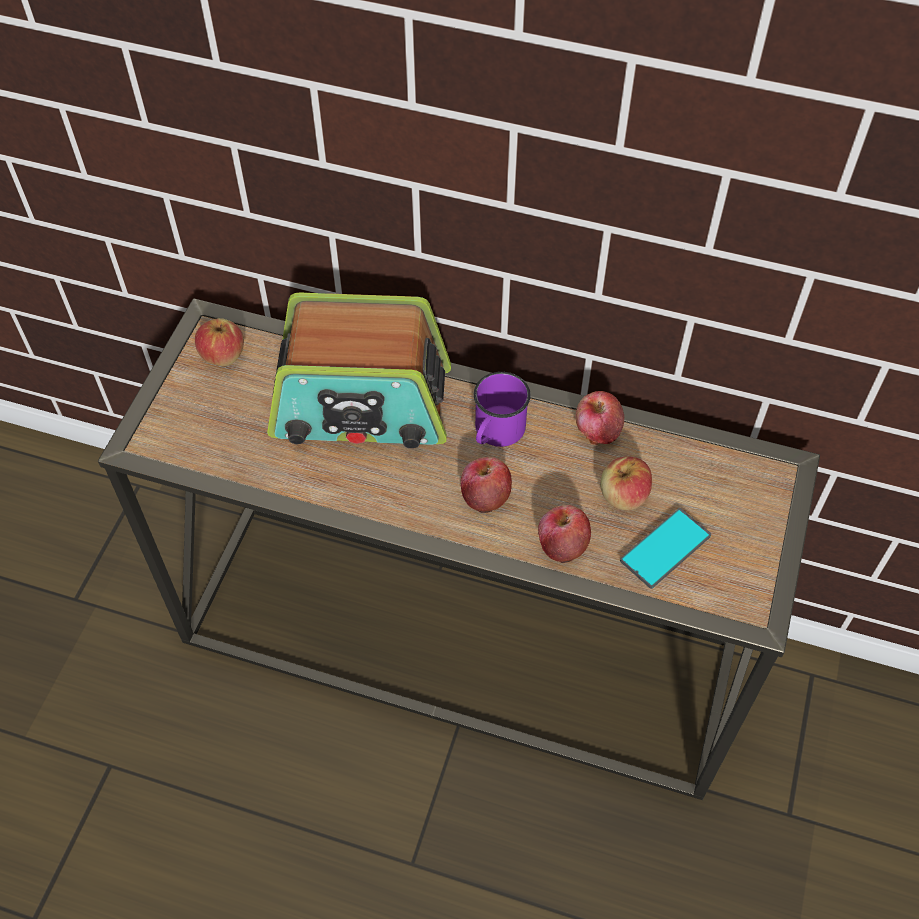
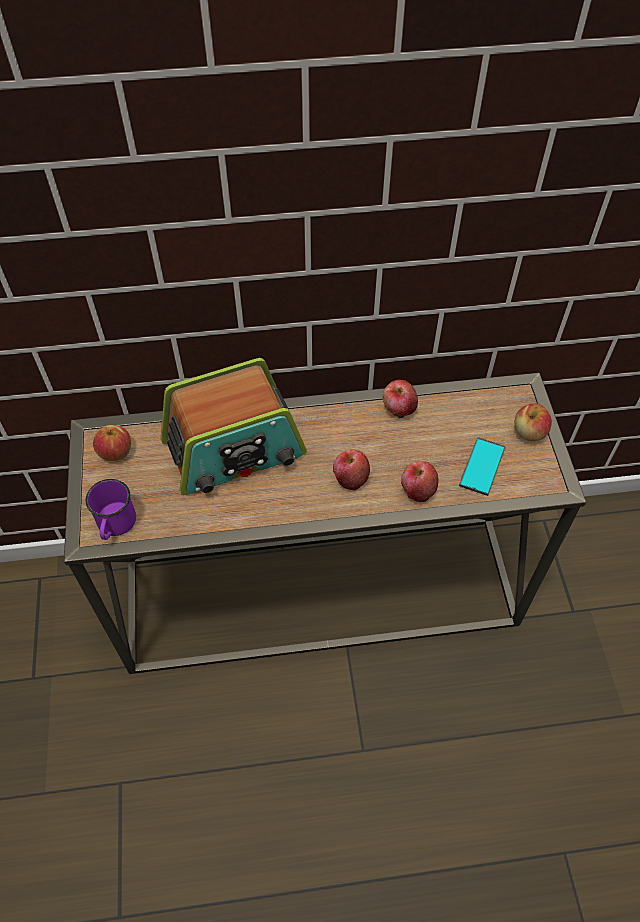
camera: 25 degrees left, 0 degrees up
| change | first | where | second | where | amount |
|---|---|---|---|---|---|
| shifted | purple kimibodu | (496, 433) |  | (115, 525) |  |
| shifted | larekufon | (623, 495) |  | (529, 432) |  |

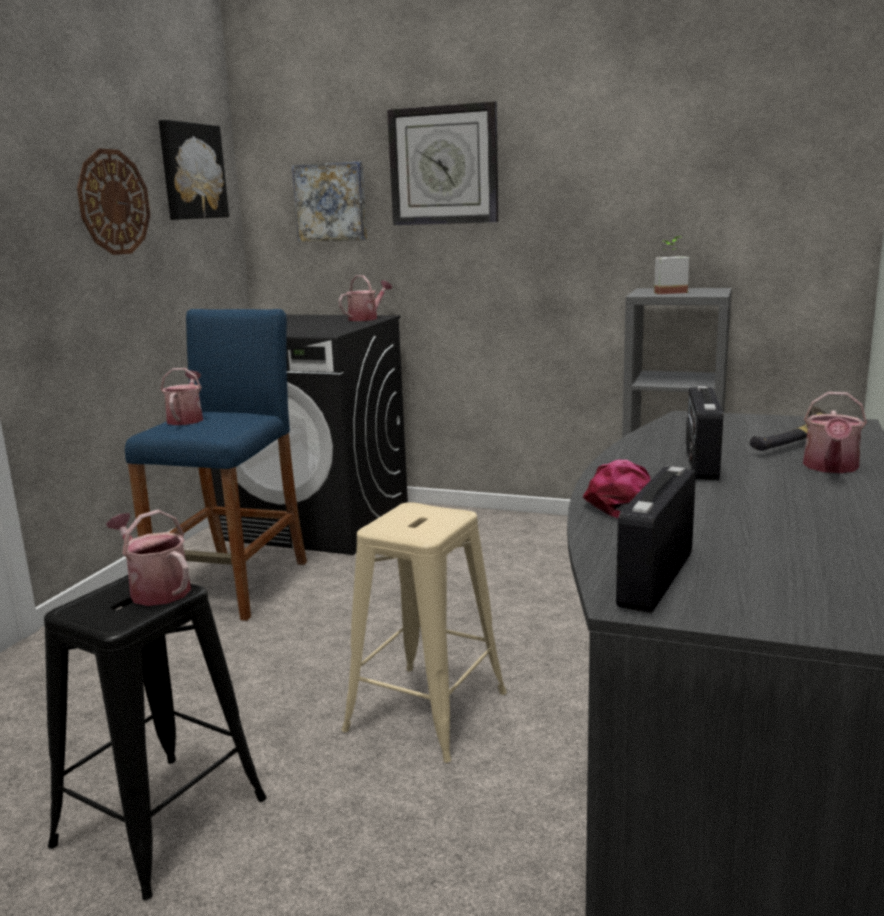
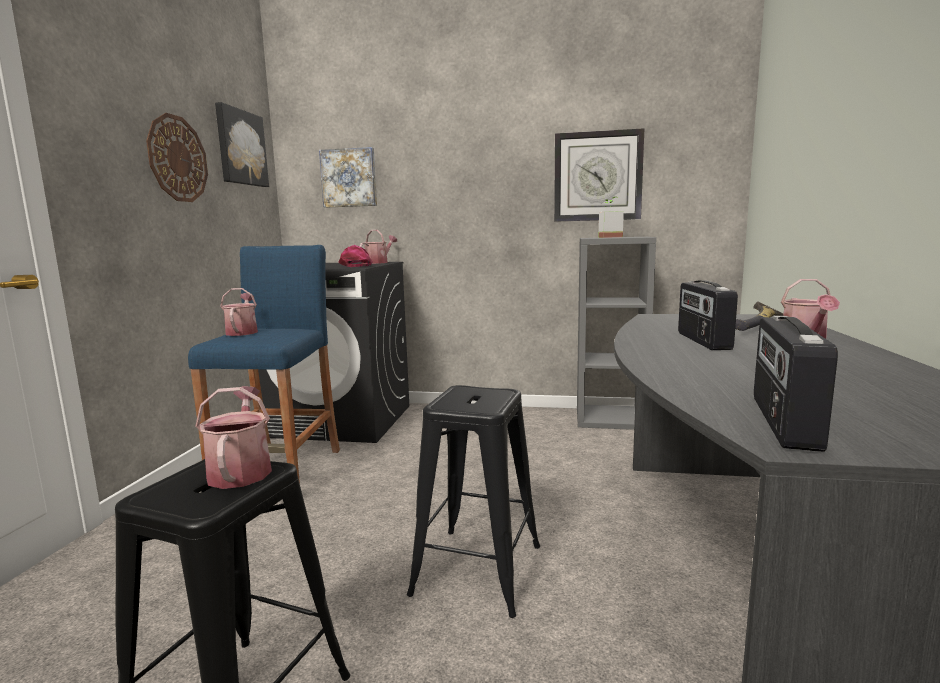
camera: 10 degrees left, 5 degrees down
| change | first | where | second | where | amount |
|---|---|---|---|---|---|
| shifted | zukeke | (444, 166) |  | (597, 176) |  |
| shifted | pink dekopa | (621, 503) |  | (357, 266) |  |
| repainted | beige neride | (426, 712) | black neride | (477, 570) |  |
| rotated | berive | (155, 590) |  | (241, 470) | 45 degrees clockwise |

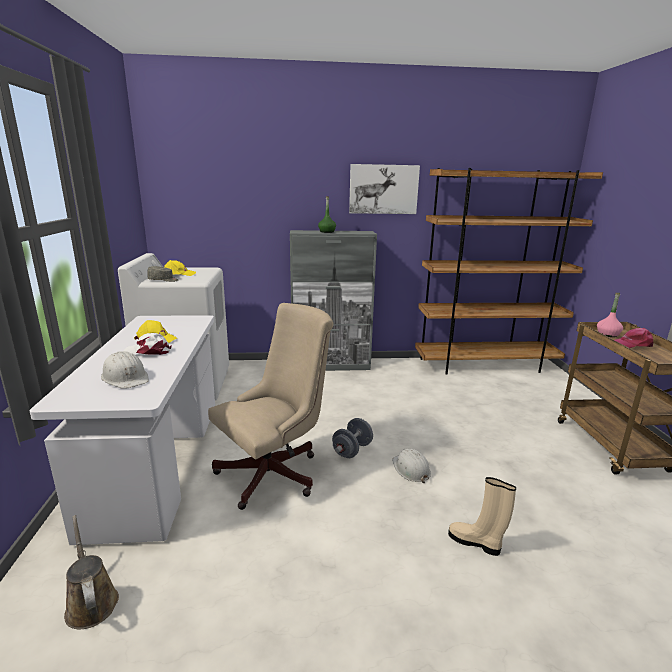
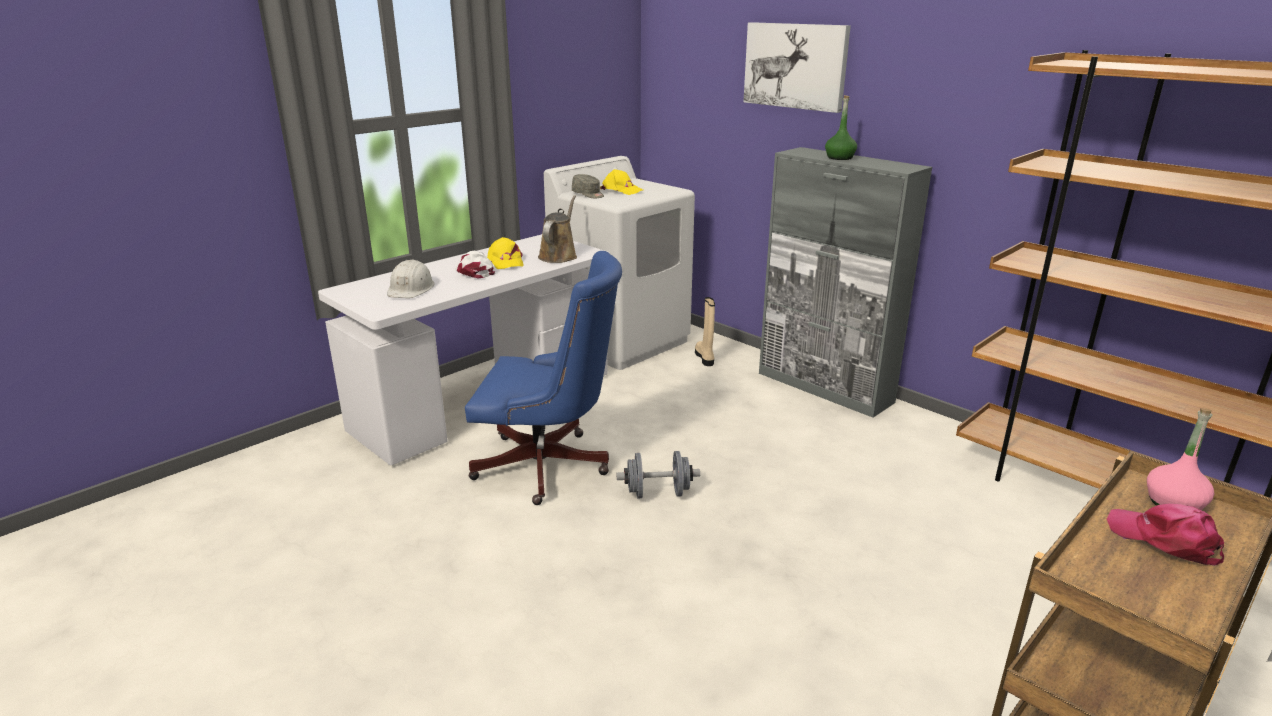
camera: 50 degrees right, 5 degrees up
| change | first | where | second | where | amount |
|---|---|---|---|---|---|
| shifted | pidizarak | (383, 189) |  | (795, 66) |  |
| repainted | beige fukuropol | (275, 472) | blue fukuropol | (549, 467) |  |
| gone | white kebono | (411, 469) |  |  |  |
| shifted | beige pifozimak | (475, 542) |  | (705, 357) |  |
| shifted | brown berive | (91, 602) |  | (559, 255) |  |

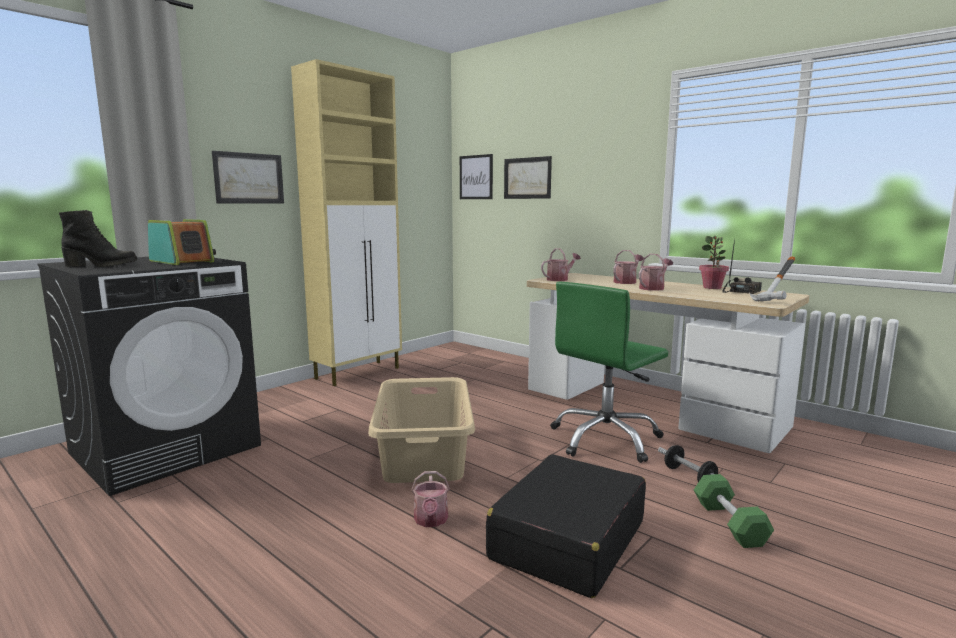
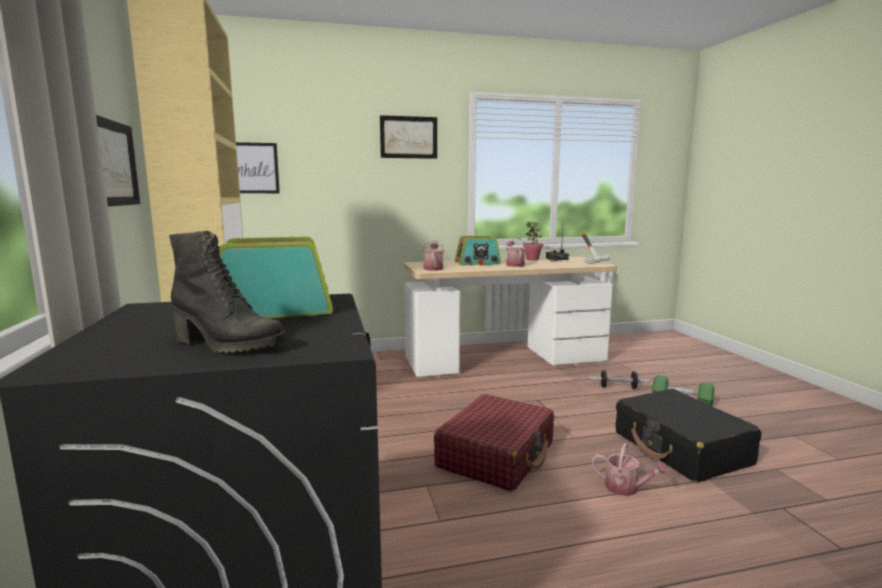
camera: 55 degrees left, 0 degrees up
| change | first | where | second | where | amount |
|---|---|---|---|---|---|
| shifted | pidizarak | (527, 178) |  | (408, 137) |  |
| rotated | black pifozimak | (101, 265) |  | (227, 345) | 90 degrees clockwise |
| swapped | berive | (626, 282) | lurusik | (477, 263) |  |
| gone | green fukuropol | (606, 439) |  |  |  |
| swapped | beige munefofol | (425, 454) | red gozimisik | (496, 455) |  |

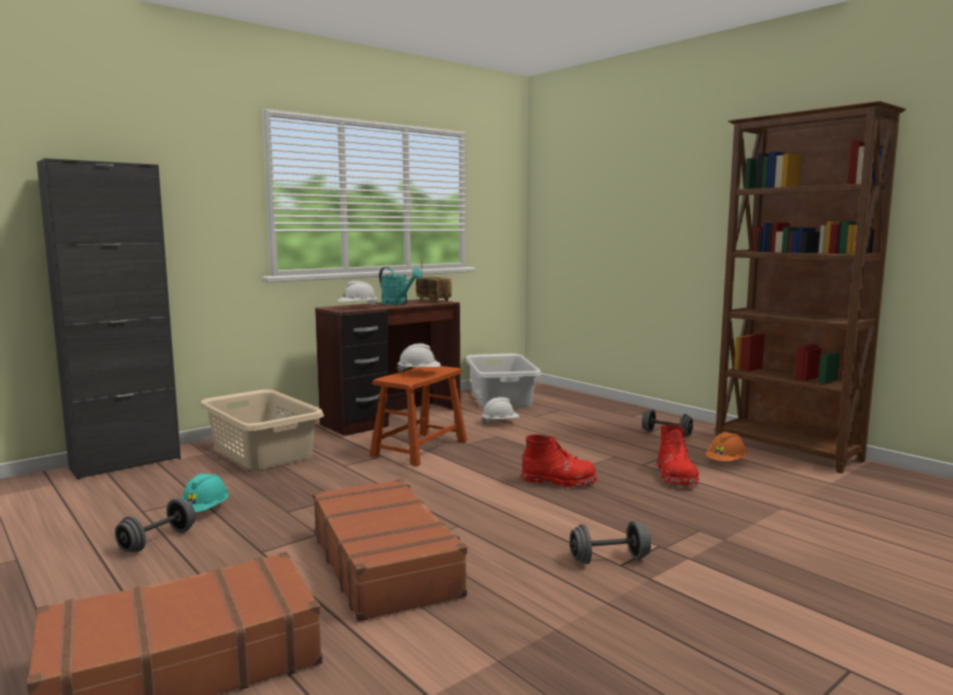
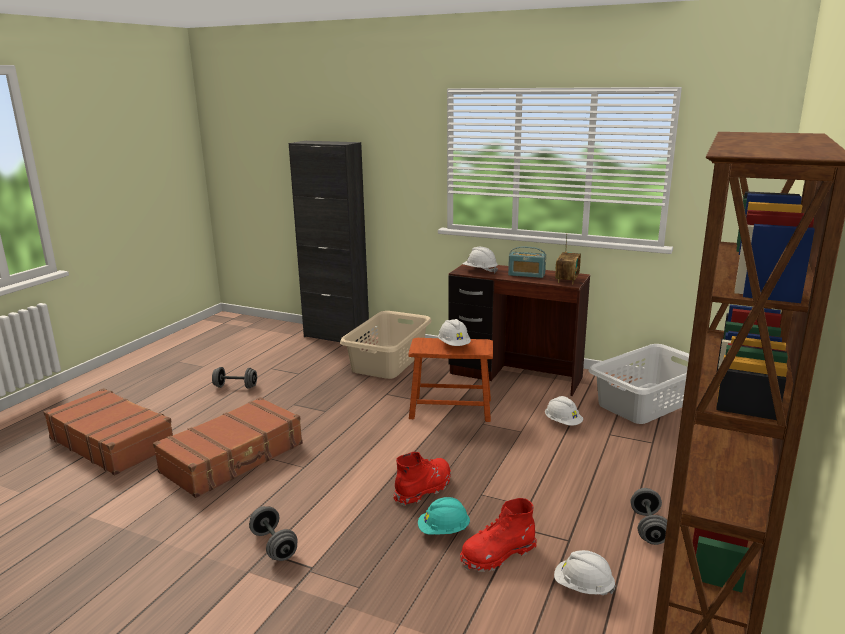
camera: 65 degrees right, 10 degrees up
| change | first | where | second | where | amount |
|---|---|---|---|---|---|
| swapped | turquoise berive | (398, 304) | lurusik | (526, 274) |  |
| repainted | orange kebono | (726, 463) | white kebono | (583, 587) |  |
| rotated | red pifozimak | (559, 482) |  | (424, 489) | 120 degrees counterclockwise |
| shifted | turquoise kebono | (204, 511) |  | (443, 530) |  |

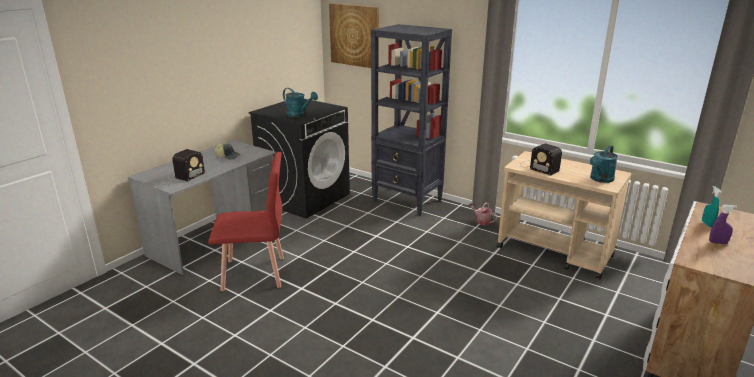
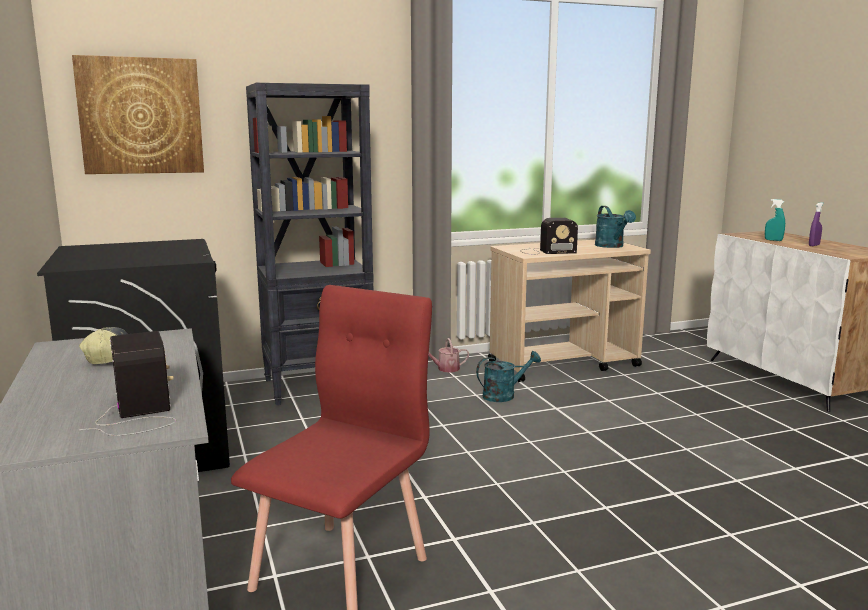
camera: 55 degrees left, 10 degrees down
| change | first | where | second | where | amount |
|---|---|---|---|---|---|
| shifted | turquoise berive | (299, 115) |  | (504, 395) |  |

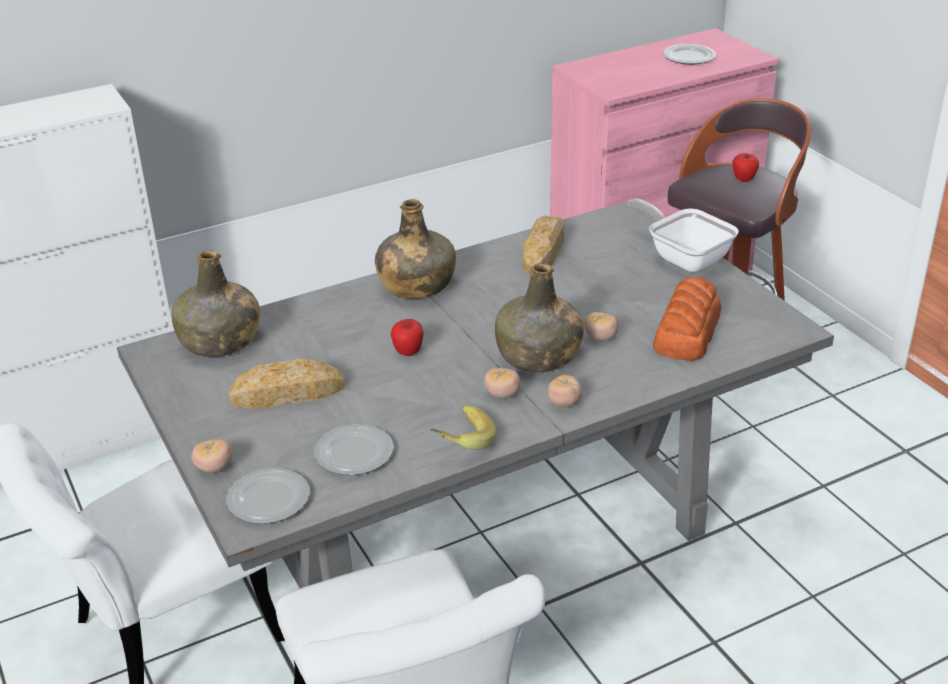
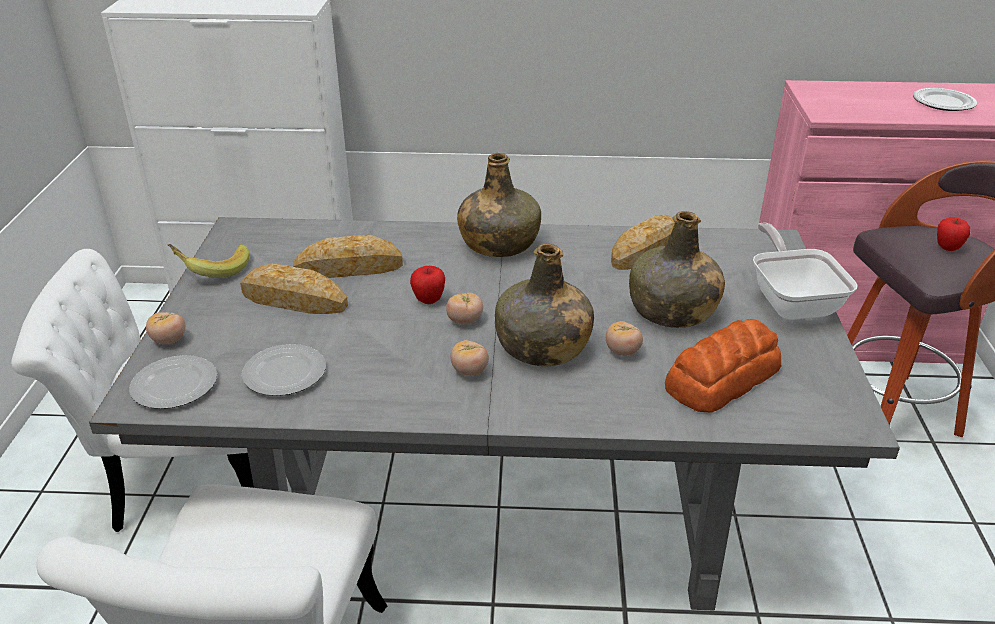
camera: 30 degrees right, 0 degrees up
| change | first | where | second | where | amount |
|---|---|---|---|---|---|
| shifted | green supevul | (220, 341) |  | (672, 311) |  |
| shifted | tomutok | (564, 403) |  | (465, 321) |  |
| shifted | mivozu | (460, 442) |  | (213, 269) |  |
| new |  |  | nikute | (349, 267) |  |

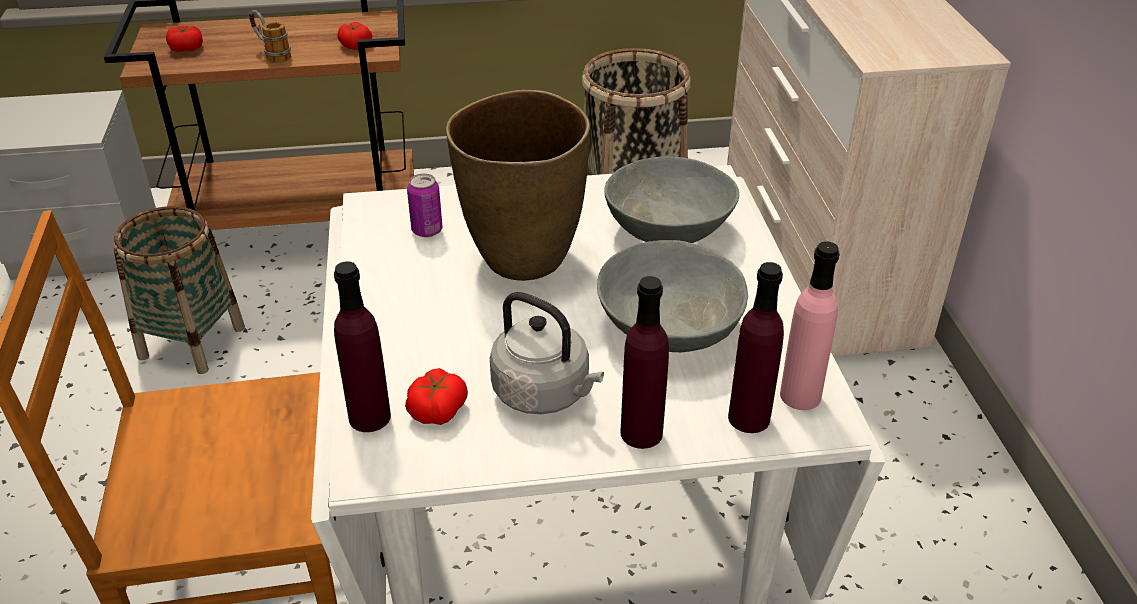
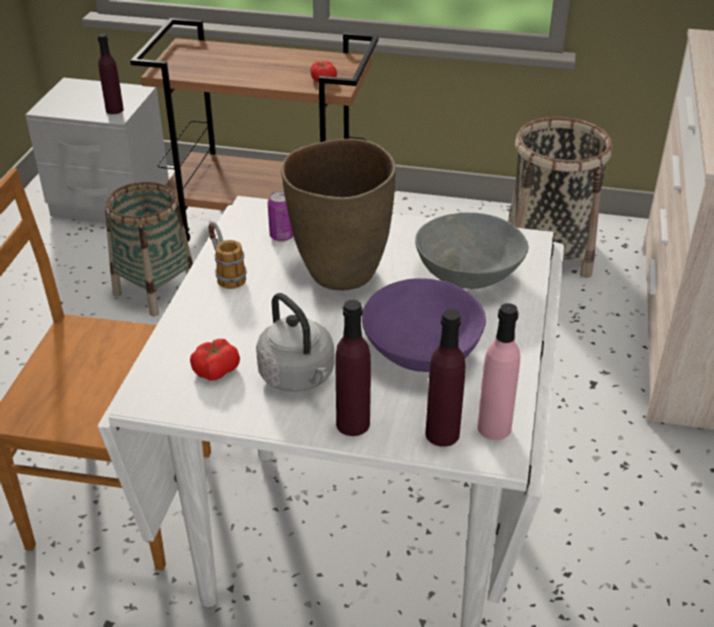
camera: 20 degrees right, 0 degrees up
| change | first | where | second | where | amount |
|---|---|---|---|---|---|
| shifted | kimibodu | (271, 54) |  | (225, 273) |  |
| gone | tomutok | (186, 48) |  |  |  |
| repainted | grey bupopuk | (667, 327) | purple bupopuk | (420, 350) |  |
| shifted | purple supevul | (370, 417) |  | (114, 110) |  |

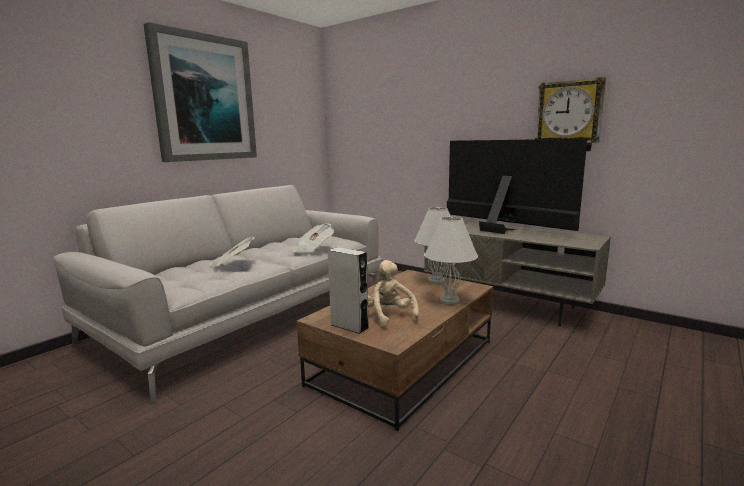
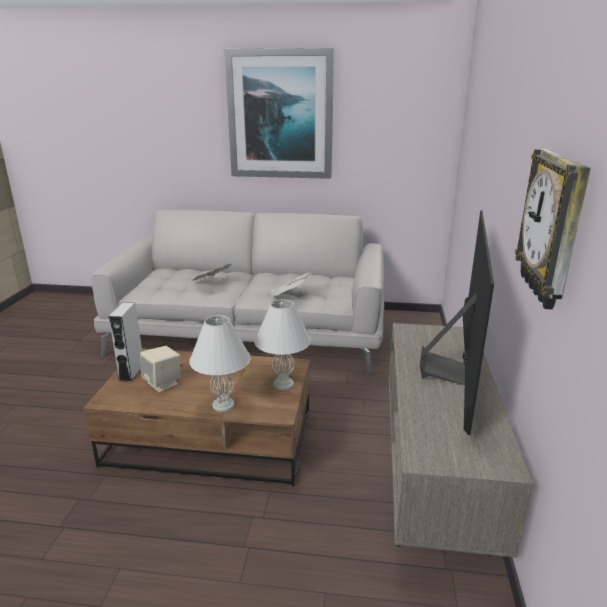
camera: 60 degrees right, 10 degrees up
| change | first | where | second | where | amount |
|---|---|---|---|---|---|
| swapped | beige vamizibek | (389, 316) | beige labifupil | (163, 383) |  |

